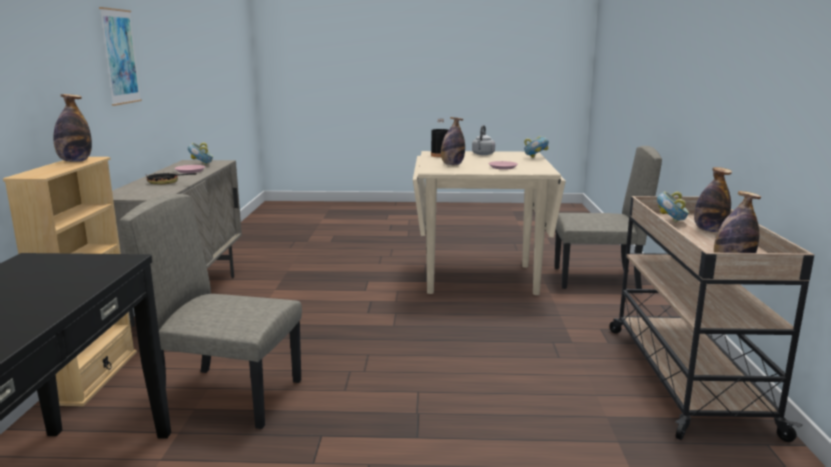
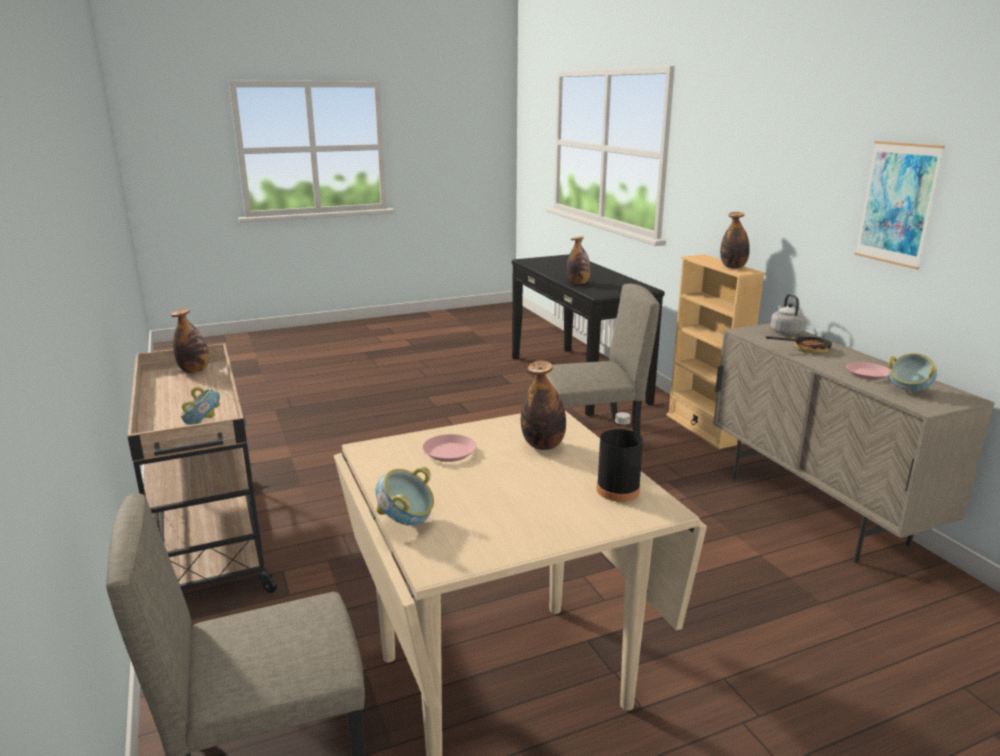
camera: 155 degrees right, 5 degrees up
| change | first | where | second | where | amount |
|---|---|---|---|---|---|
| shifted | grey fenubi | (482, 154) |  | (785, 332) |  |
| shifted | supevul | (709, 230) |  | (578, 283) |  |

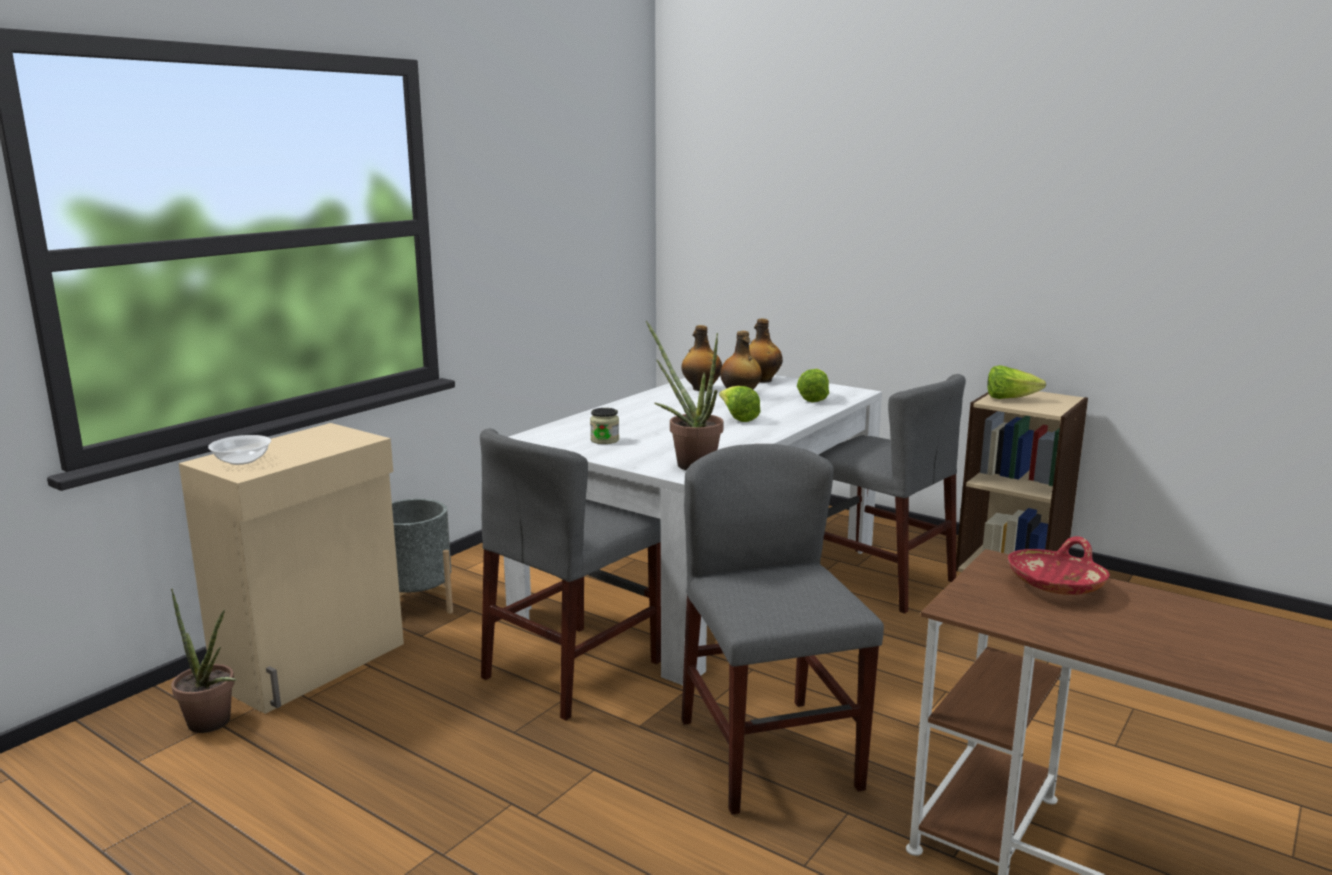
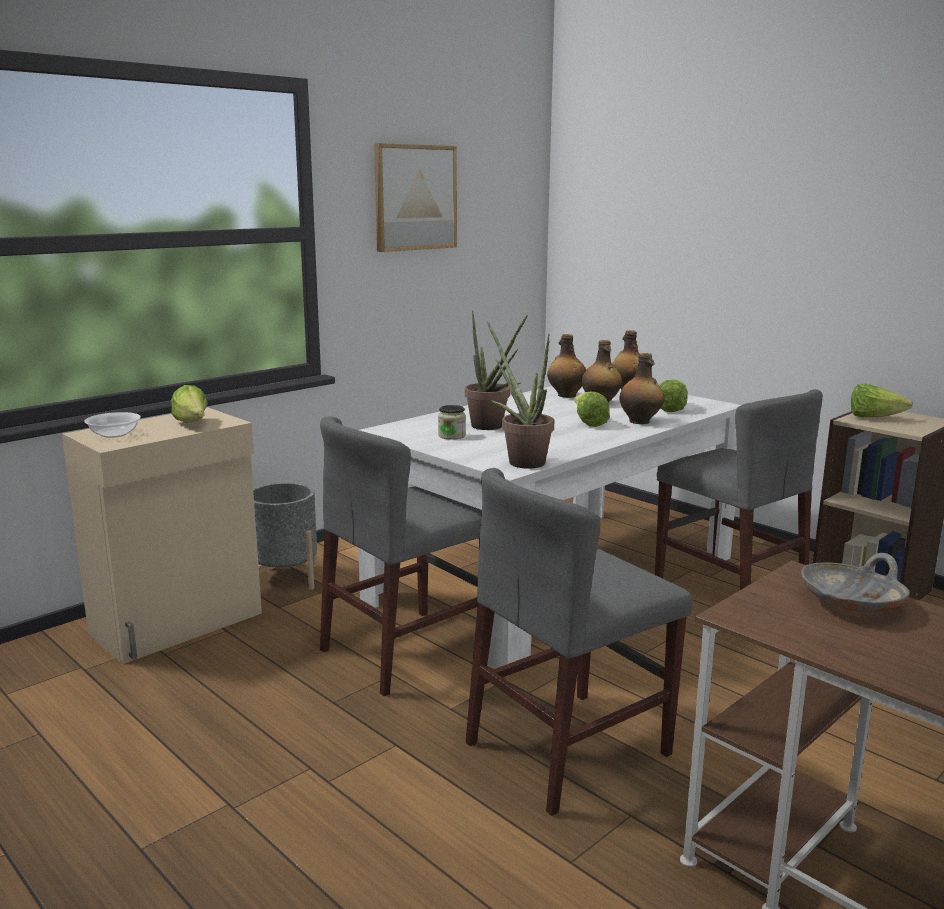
camera: 10 degrees right, 0 degrees up
| change | first | where | second | where | amount |
|---|---|---|---|---|---|
| rotated | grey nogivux | (769, 754) |  | (568, 748) | 120 degrees counterclockwise |
| repainted | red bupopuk | (1056, 585) | grey bupopuk | (853, 602) |  |
| shifted | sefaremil | (213, 725) |  | (491, 427) |  |
| new |  |  | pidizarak | (415, 197) |  |
| new |  |  | supevul | (640, 421) |  |
| new |  |  | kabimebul | (193, 424) |  |

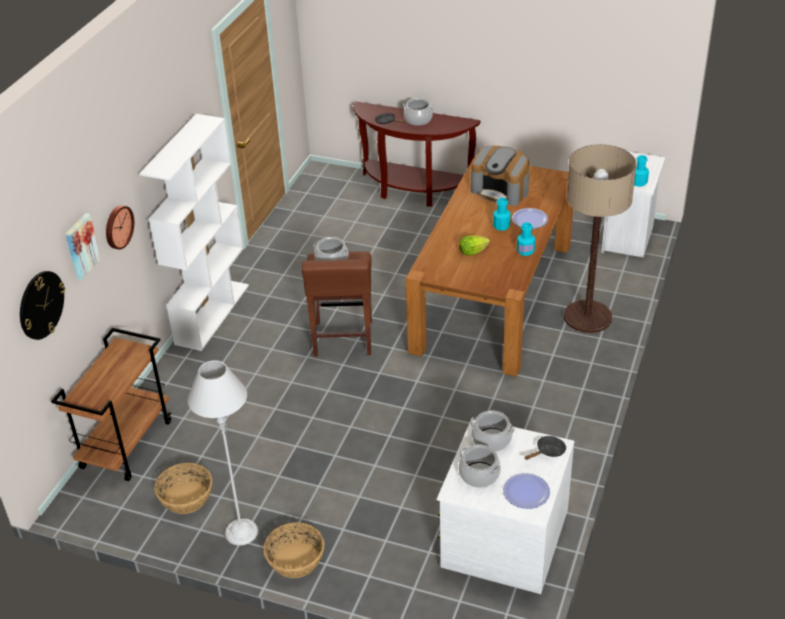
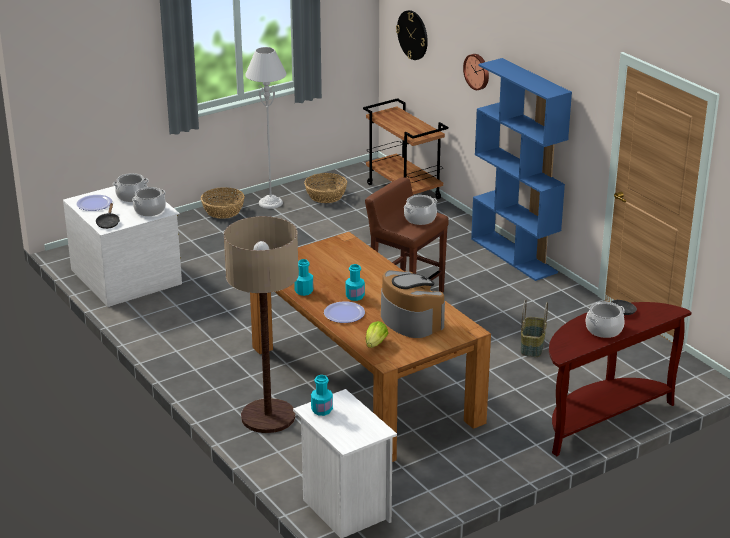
camera: 125 degrees right, 10 degrees down
| change | first | where | second | where | amount |
|---|---|---|---|---|---|
| repainted | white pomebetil | (212, 314) | blue pomebetil | (514, 255) |  |
| rotated | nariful | (501, 190) |  | (410, 320) | 75 degrees clockwise |
| gone | pidizarak | (81, 246) |  |  |  |
| shifted | kabimebul | (472, 251) |  | (375, 344) |  |
| new |  |  | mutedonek | (533, 347) |  |

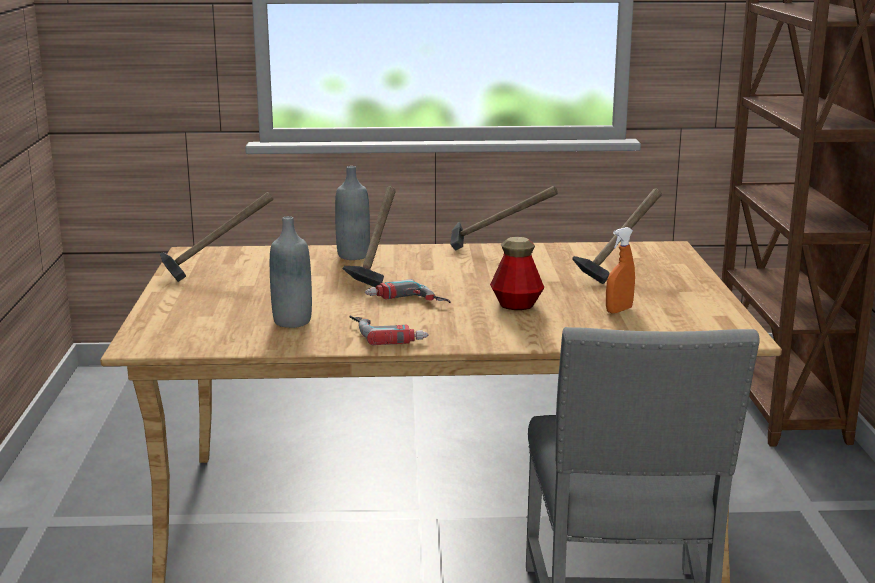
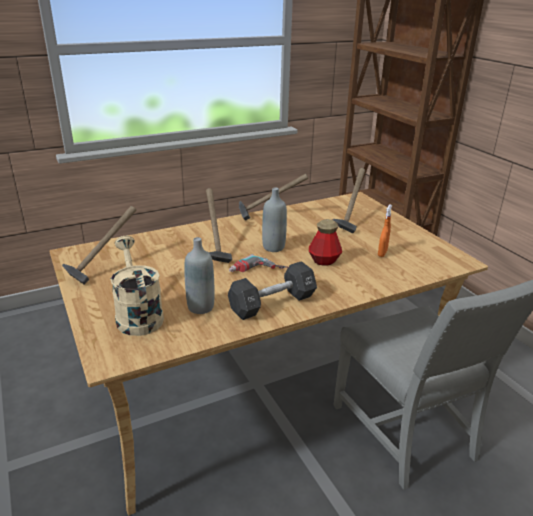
camera: 25 degrees left, 10 degrees up
| change | first | where | second | where | amount |
|---|---|---|---|---|---|
| shifted | grey supevul | (353, 256) |  | (273, 247) |  |
| swapped | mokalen | (388, 332) | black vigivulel | (272, 303) |  |
| new |  |  | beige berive | (137, 314) |  |

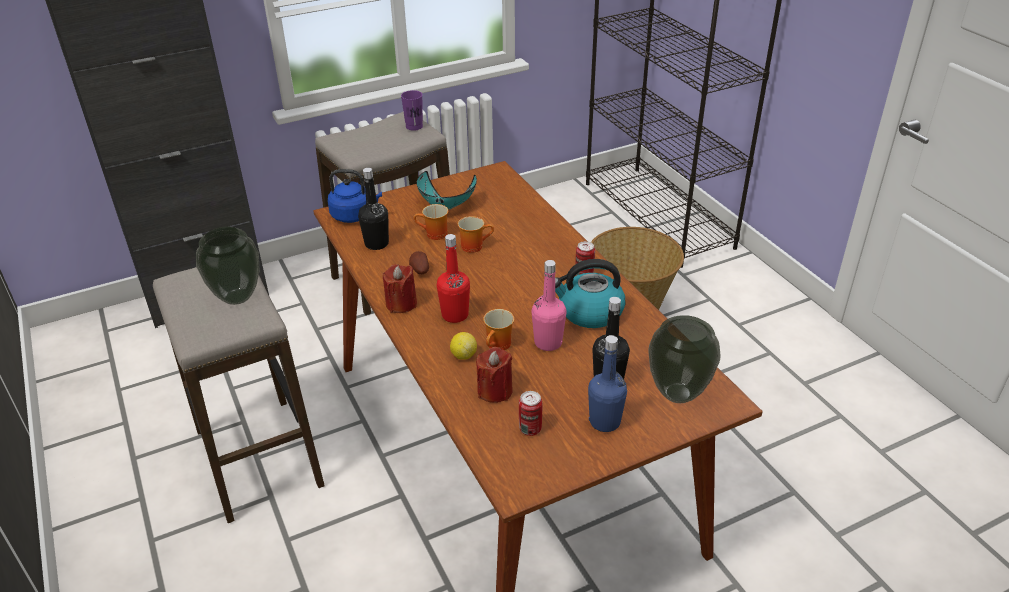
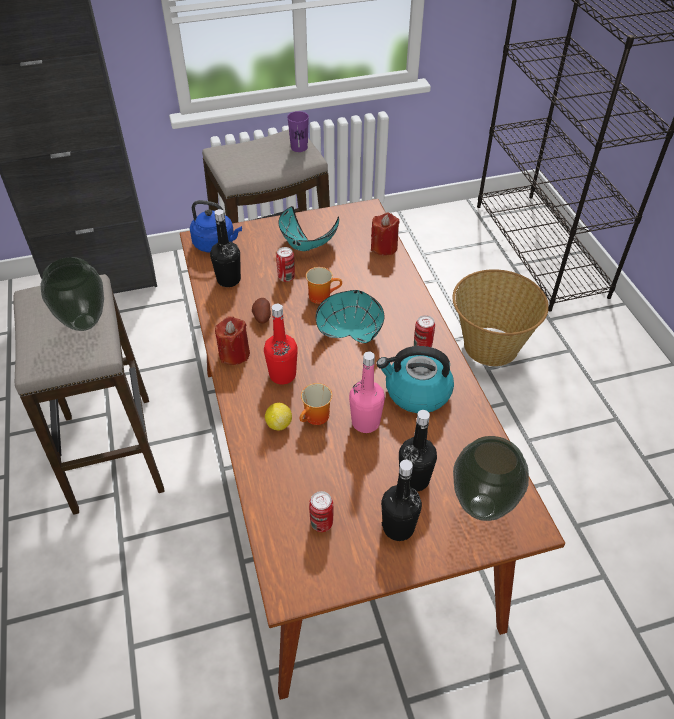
camera: 10 degrees right, 10 degrees up
| change | first | where | second | where | amount |
|---|---|---|---|---|---|
| swapped | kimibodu | (434, 235) | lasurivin | (286, 277) |  |
| repainted | blue supevul | (605, 421) | black supevul | (398, 527) |  |
| shifted | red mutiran | (495, 391) |  | (384, 247) |  |
| new |  |  | turquoise bupopuk | (350, 330) |  |

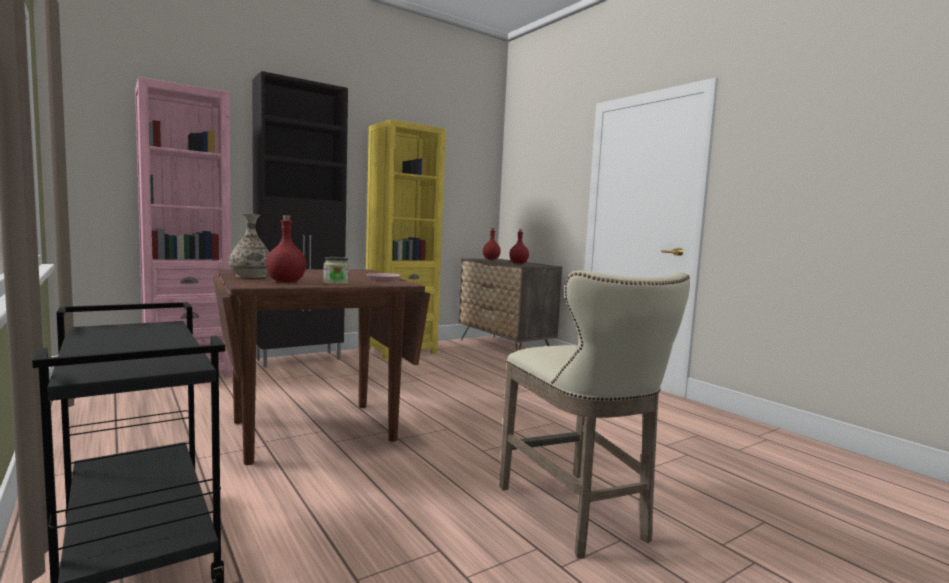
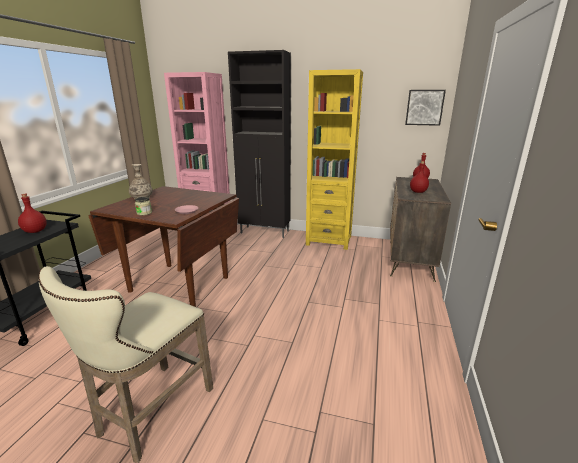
camera: 50 degrees right, 15 degrees up
| change | first | where | second | where | amount |
|---|---|---|---|---|---|
| shifted | red supevul | (286, 281) |  | (34, 231) |  |
| new |  |  | pidizarak | (424, 107) |  |

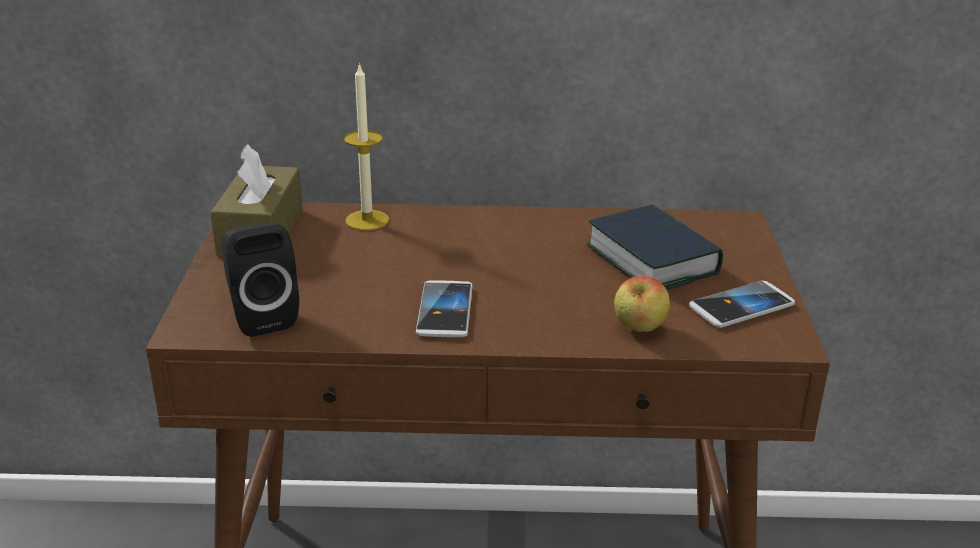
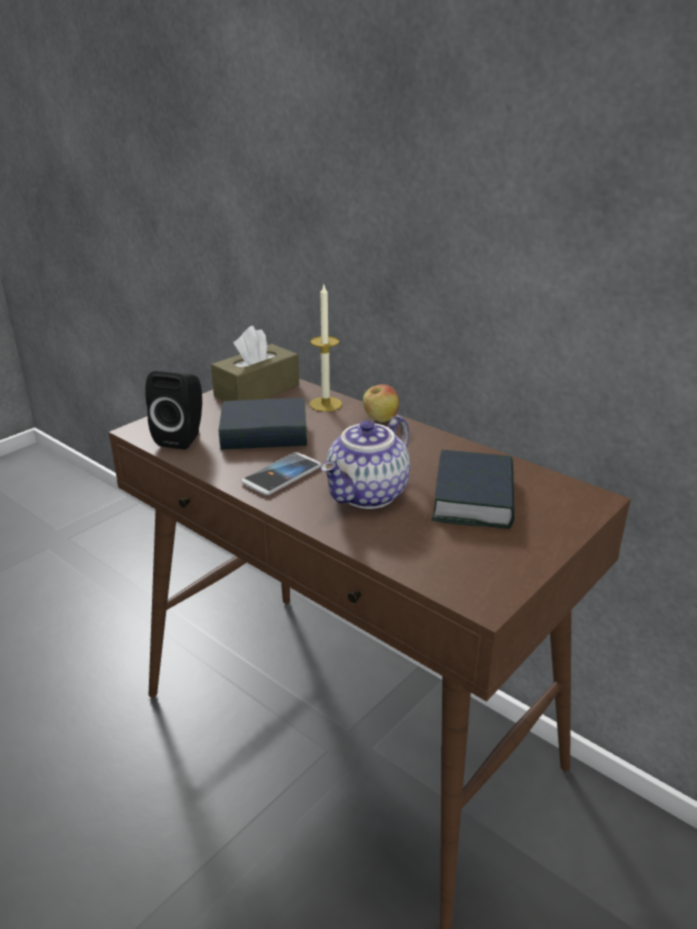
camera: 40 degrees right, 0 degrees up
| change | first | where | second | where | amount |
|---|---|---|---|---|---|
| shifted | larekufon | (639, 329) |  | (380, 420) |  |
| gone | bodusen | (741, 306) |  |  |  |
| new |  |  | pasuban | (264, 434) |  |
| new |  |  | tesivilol | (368, 495) |  |

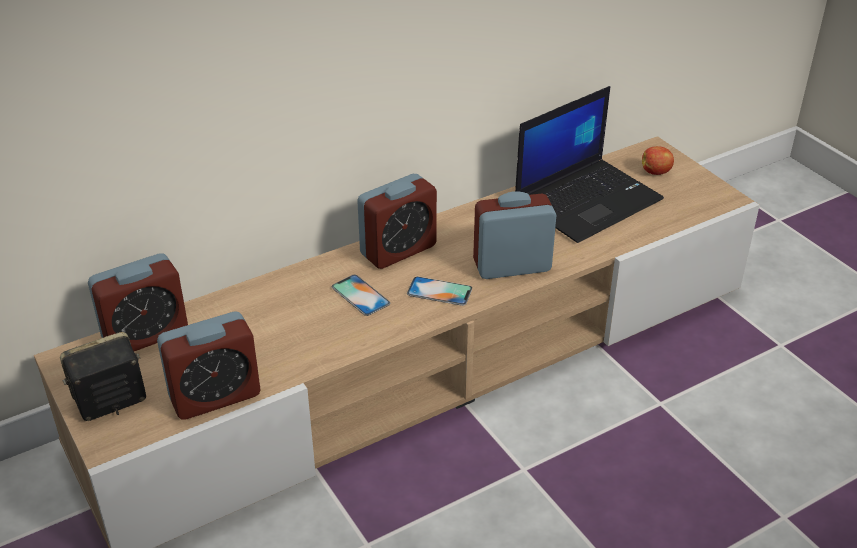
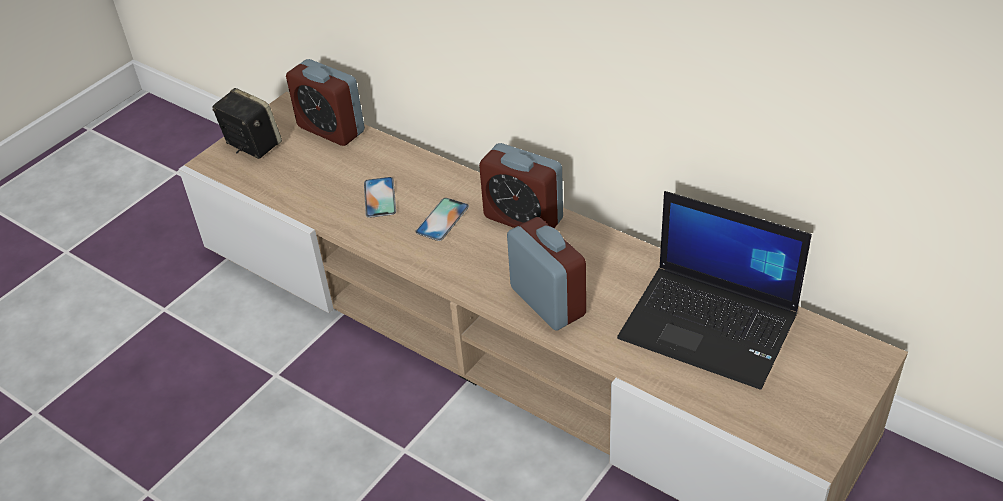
camera: 70 degrees right, 5 degrees up
| change | first | where | second | where | amount |
|---|---|---|---|---|---|
| gone | larekufon | (656, 172) |  |  |  |
| shifted | bodusen | (439, 291) |  | (379, 197) |  |
| gone | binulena | (215, 396) |  |  |  |

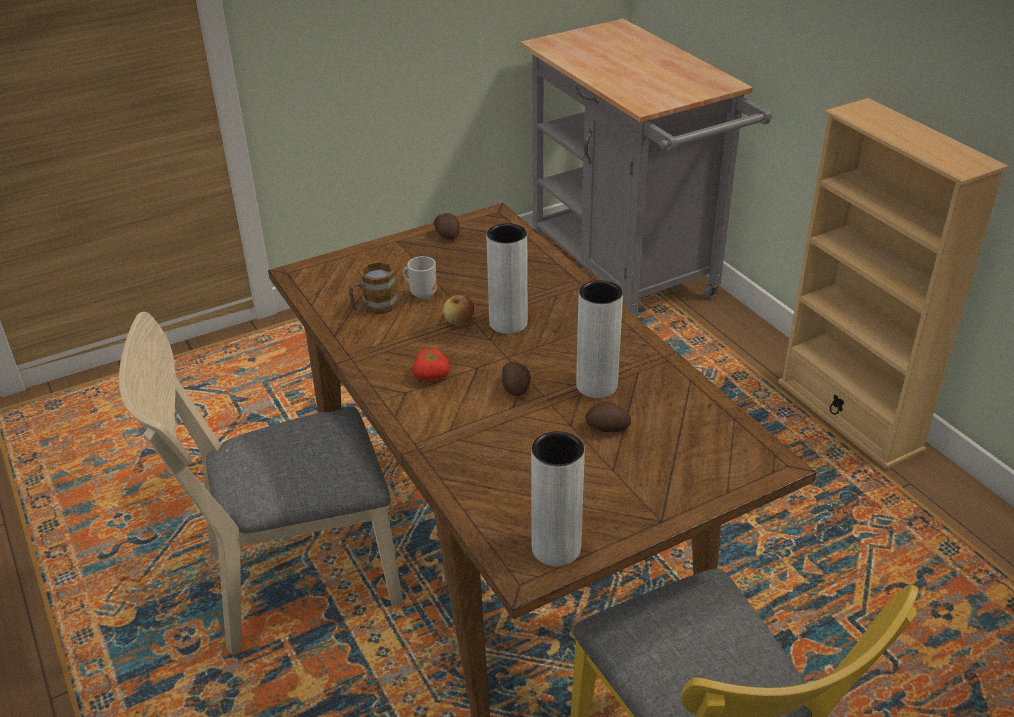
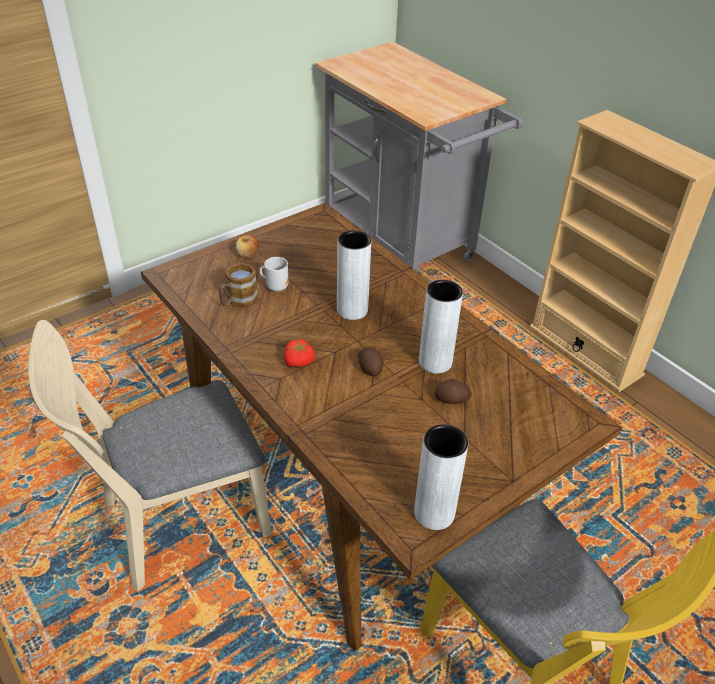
camera: 10 degrees left, 5 degrees up
| change | first | where | second | where | amount |
|---|---|---|---|---|---|
| gone | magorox | (447, 234) |  |  |  |
| shifted | larekufon | (459, 322) |  | (248, 255) |  |

